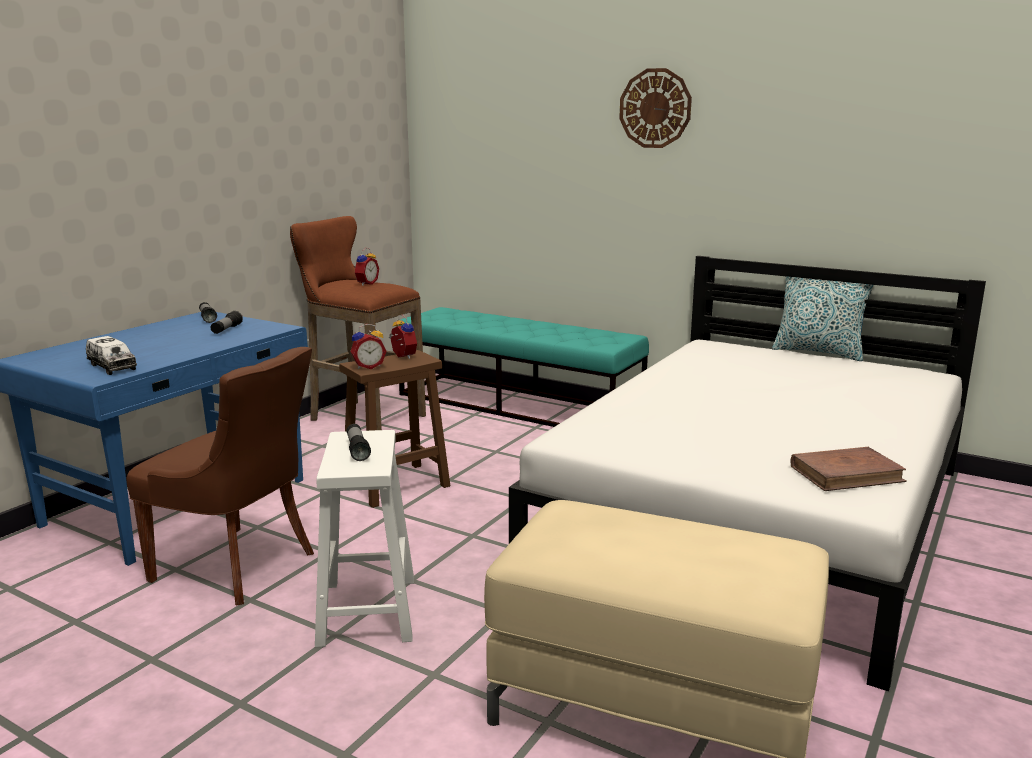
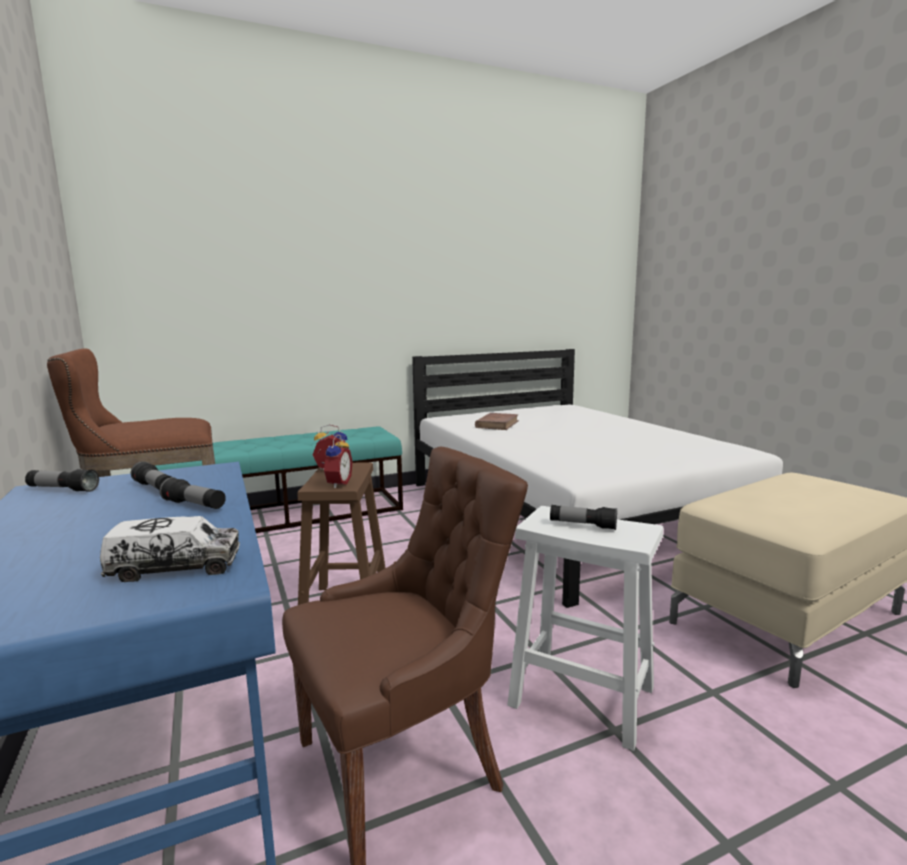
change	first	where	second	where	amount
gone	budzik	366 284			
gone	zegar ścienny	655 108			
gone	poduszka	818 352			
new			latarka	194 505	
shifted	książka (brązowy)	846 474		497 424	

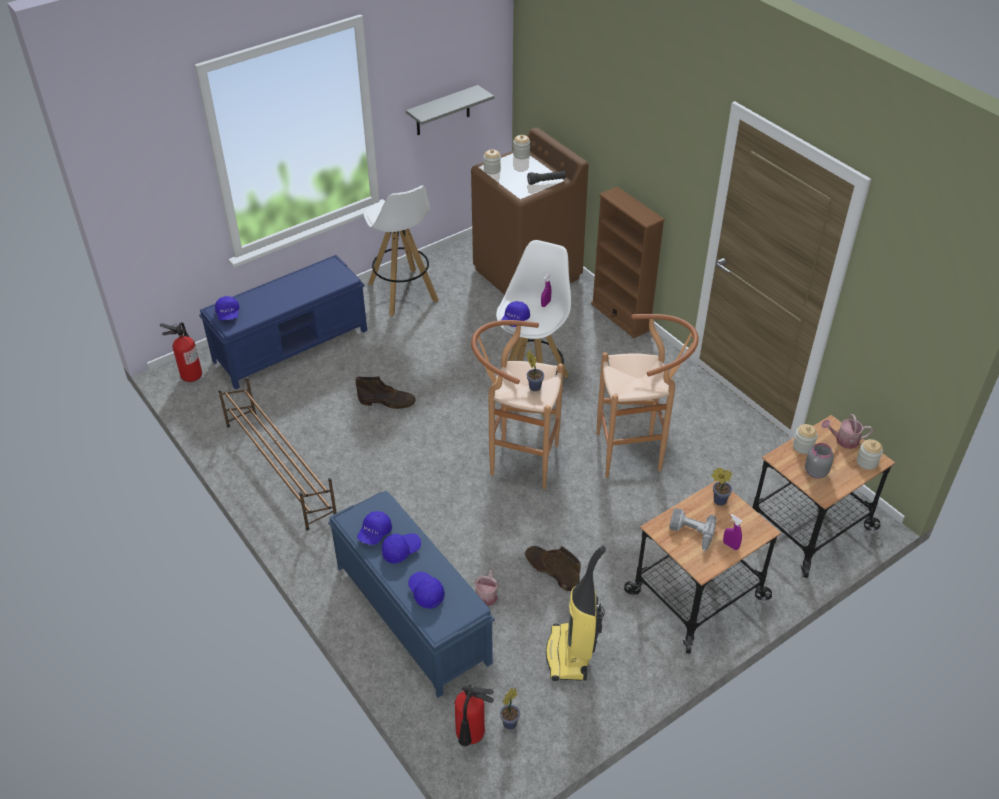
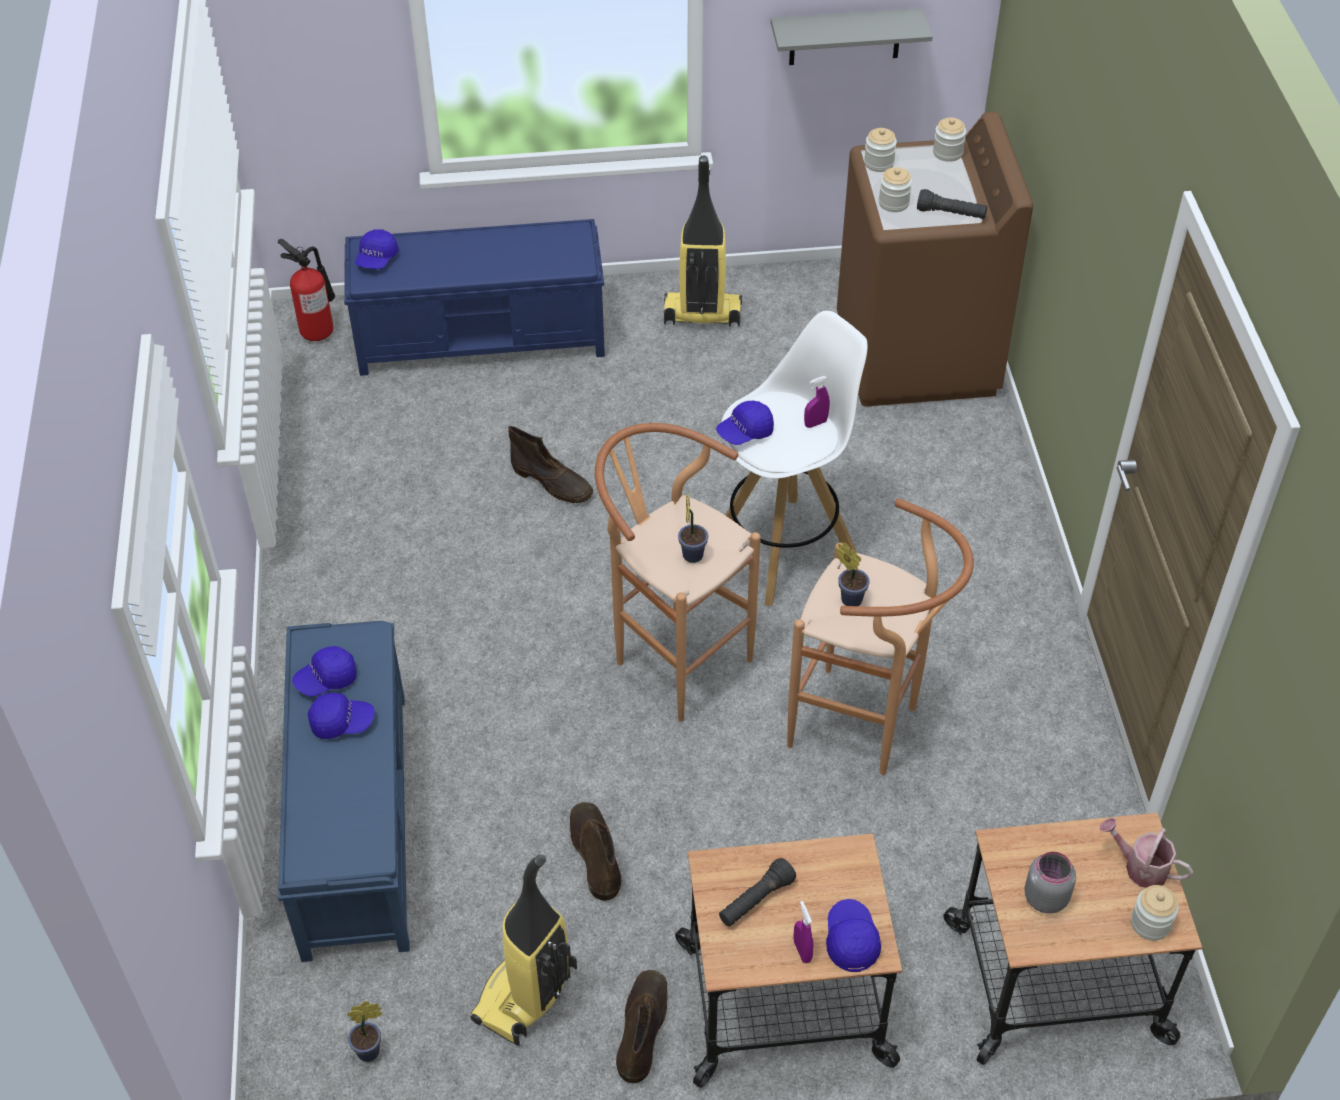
change	first	where	second	where	amount
gone	regał na buty (brązowy)	279 467			
gone	gaśnica	470 738			
gone	konewka	485 600			
gone	regał (brązowy)	620 316			
new			but z cholewką (brązowy)	642 1028	
shifted	czapka z daszkiem (niebieski)	426 593		851 940	
shifted	roślina doniczkowa	718 500		849 598	
shifted	słoik	803 446		893 203	
swapped	stołek (biały)	403 292	odkurzacz	701 314	
swapped	wiertarka	691 533	latarka (czarny)	756 901	

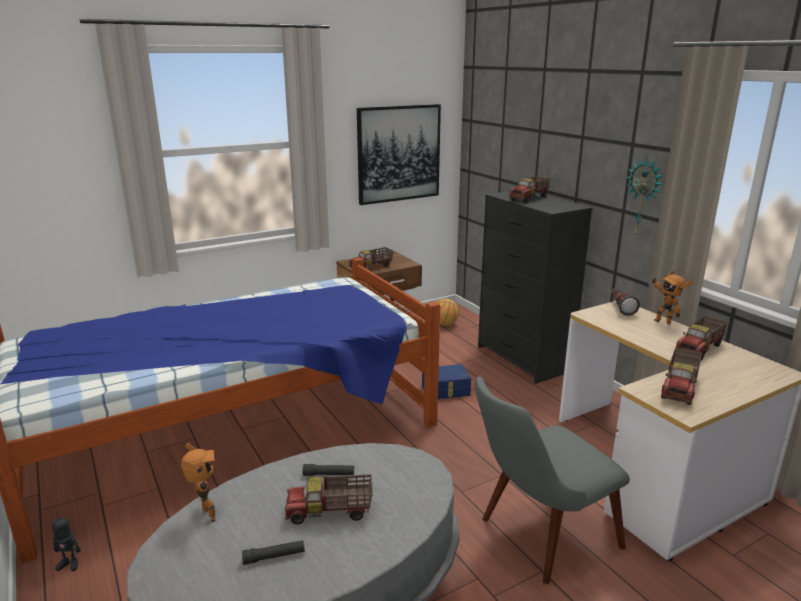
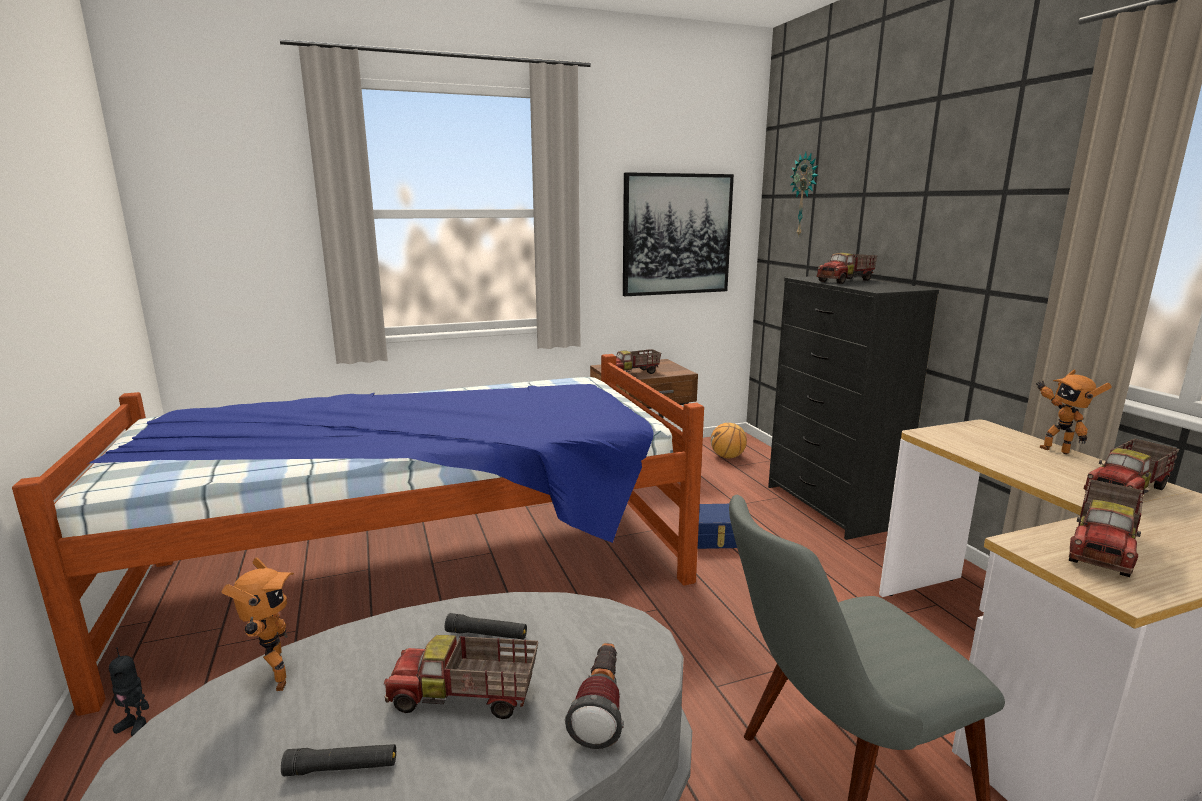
change	first	where	second	where	amount
shifted	latarka	620 308		601 708	
shifted	zegar ścienny	643 198		805 195	

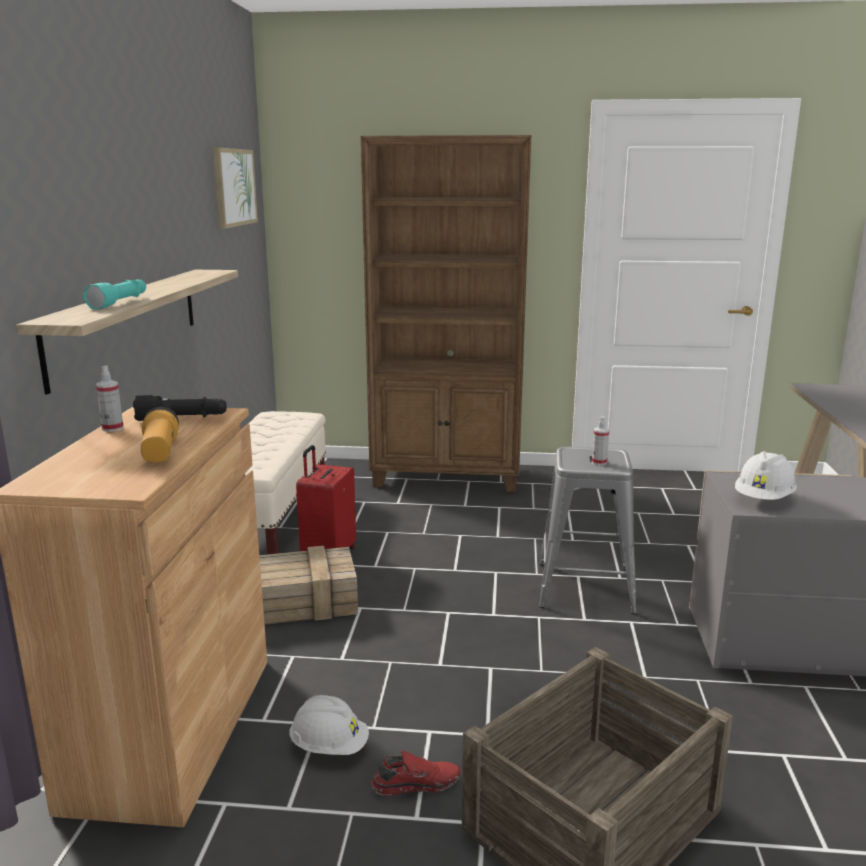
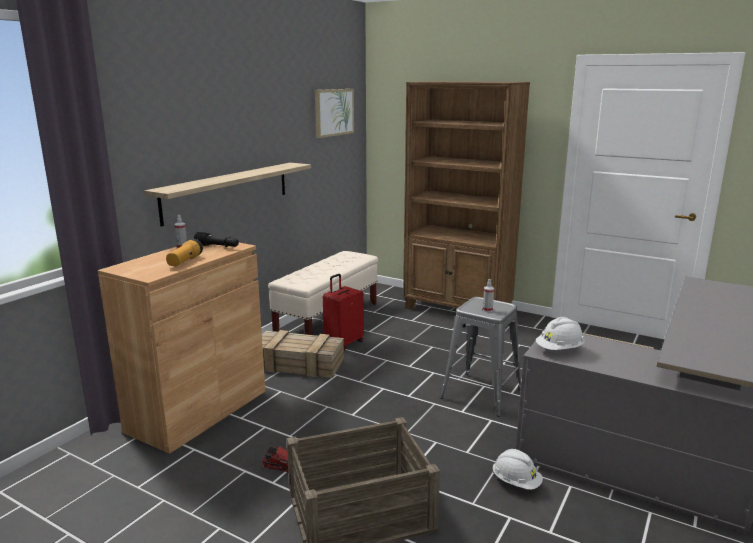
change	first	where	second	where	amount
gone	latarka (turkusowy)	120 303			
shifted	kask (biały)	329 746		516 482	

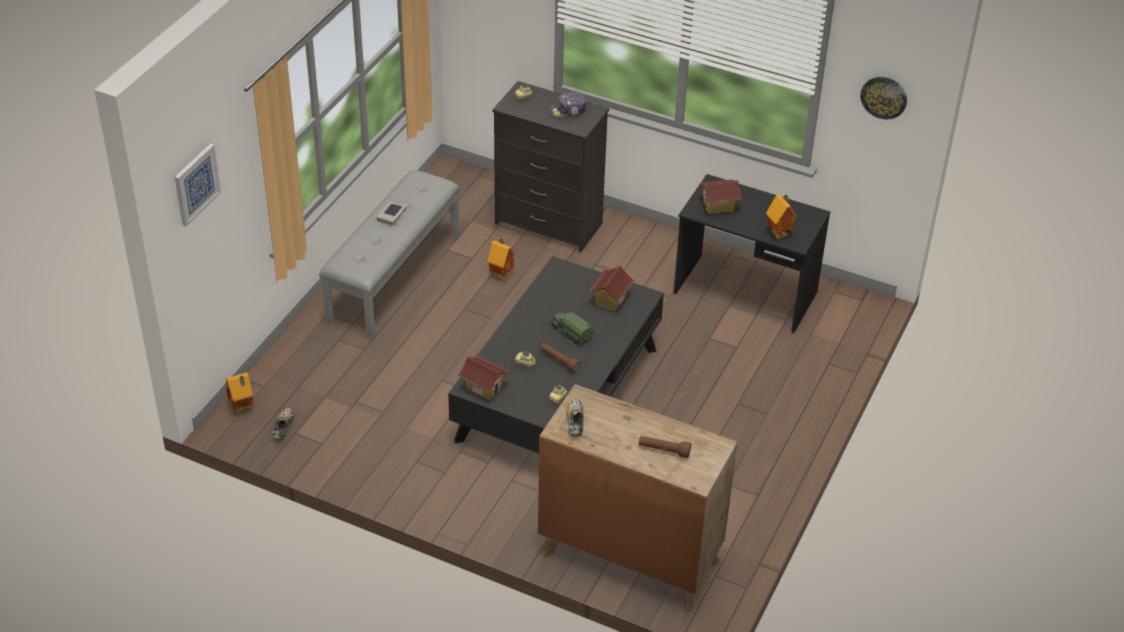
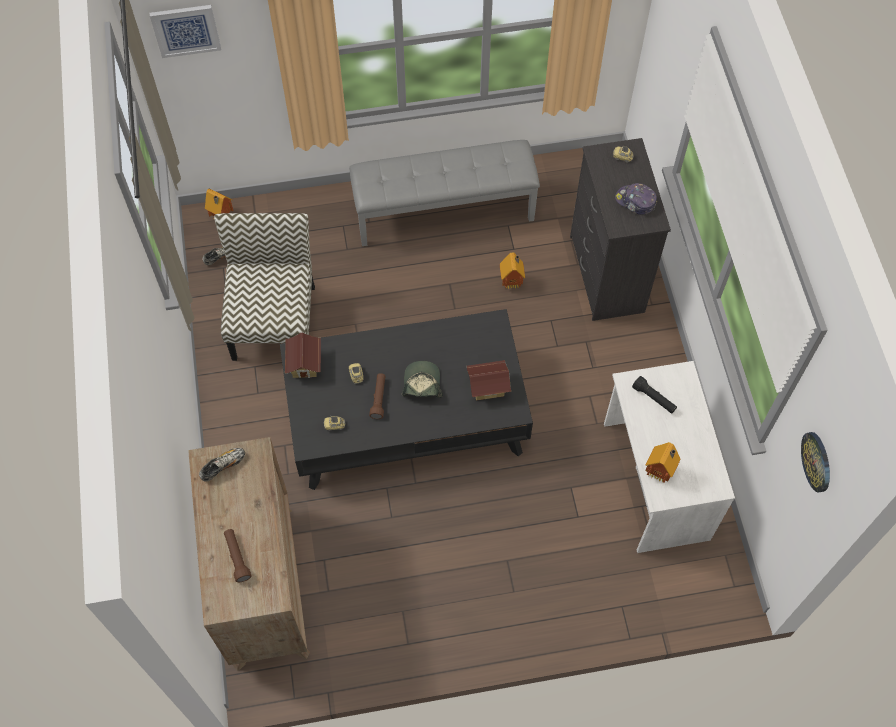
change	first	where	second	where	amount
gone	książka	391 215			
new			krzesło	273 320	
swapped	ciężarówka zabawkowa	571 332	czapka z daszkiem	422 384	
swapped	domek	718 206	latarka (czarny)	654 398	
repainted	biurko (czarny)	745 294	biurko (biały)	654 481	

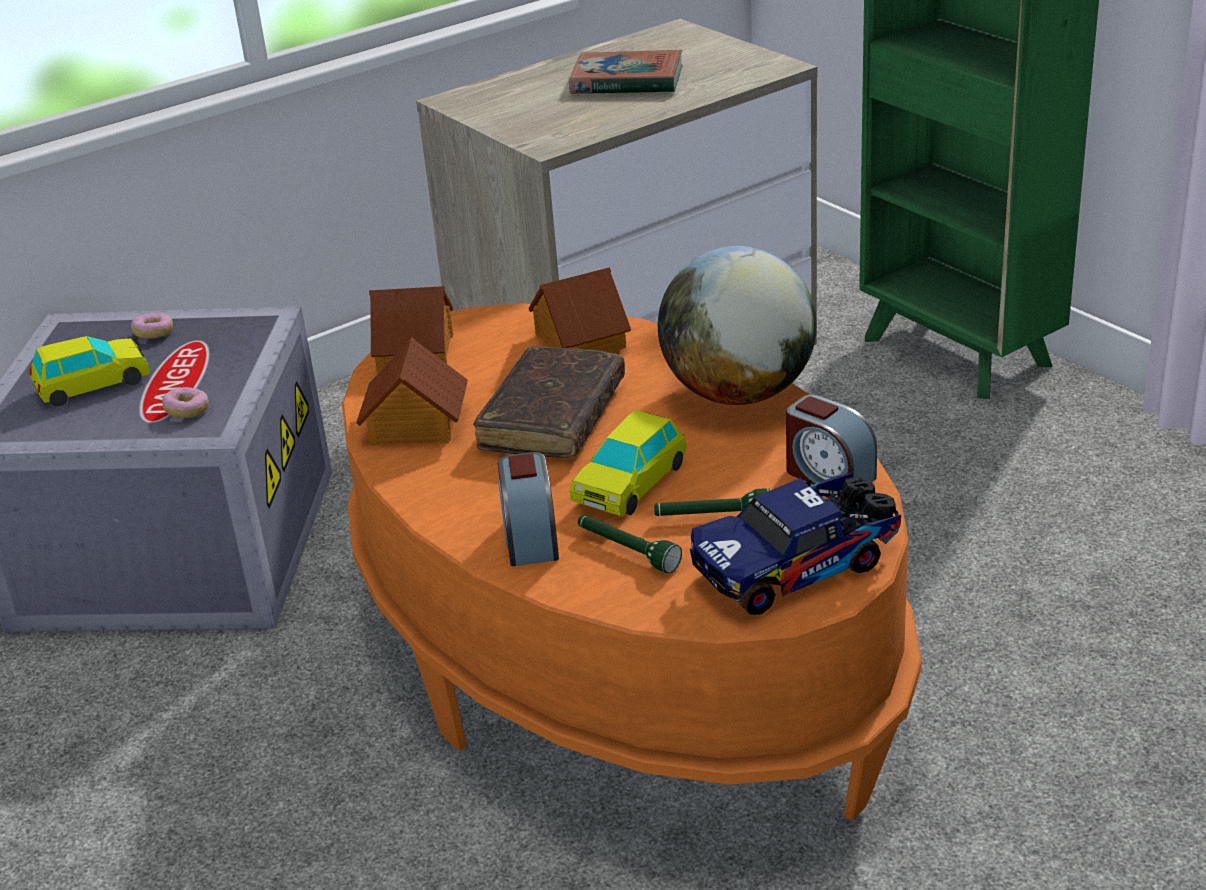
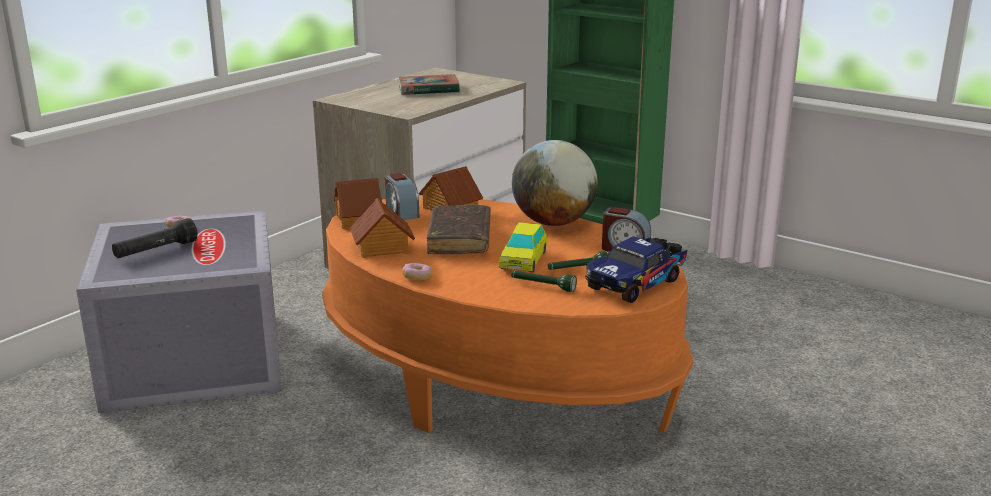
change	first	where	second	where	amount
shifted	donut	187 411		417 278	
shifted	budzik	530 538		401 213	
swapped	samochodzik	93 384	latarka (czarny)	156 251	

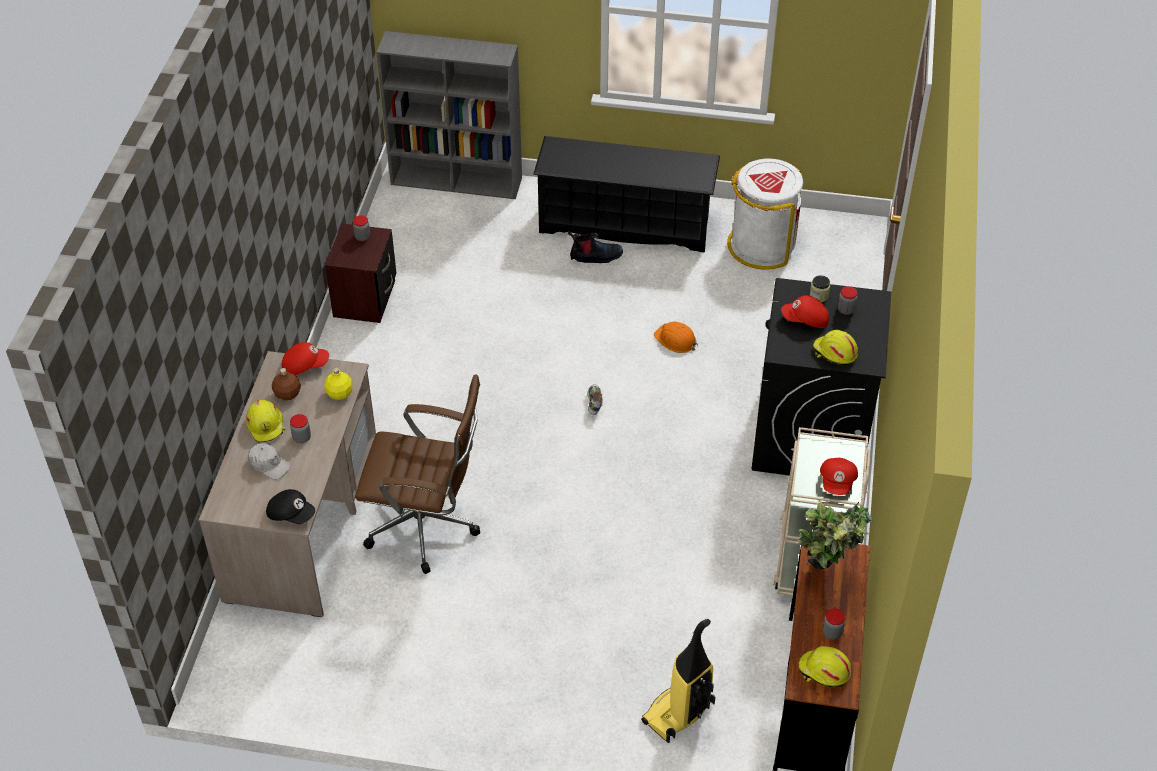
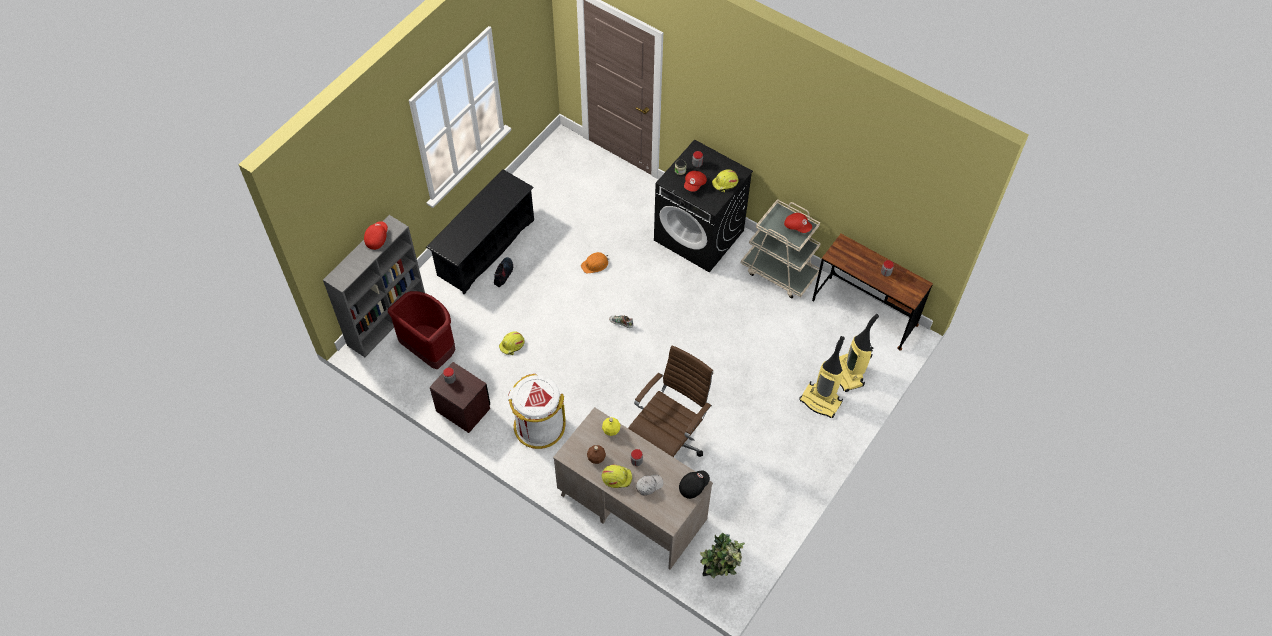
change	first	where	second	where	amount
new			kosz na śmieci (czerwony)	430 350	
new			odkurzacz	821 401	
shifted	czapka z daszkiem (czerwony)	305 365		377 238	
shifted	kosz na śmieci (biały)	762 245		539 426	
shifted	roślina doniczkowa	826 580		718 573	
shifted	kask (żółty)	824 671		512 345	

